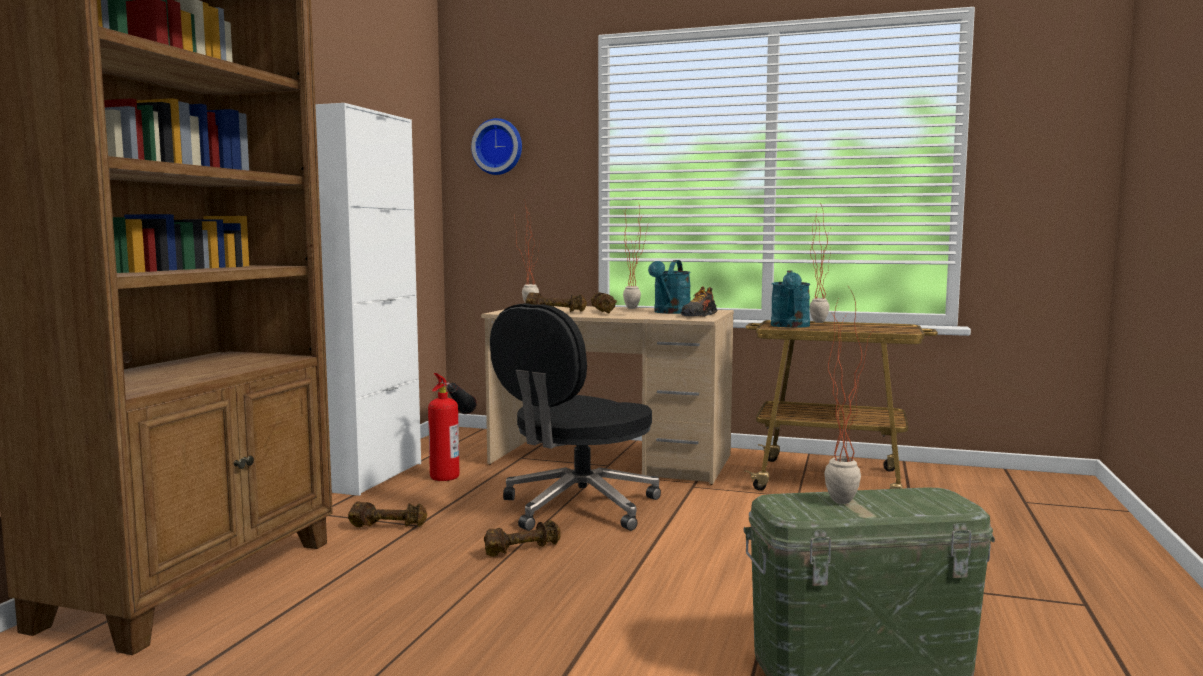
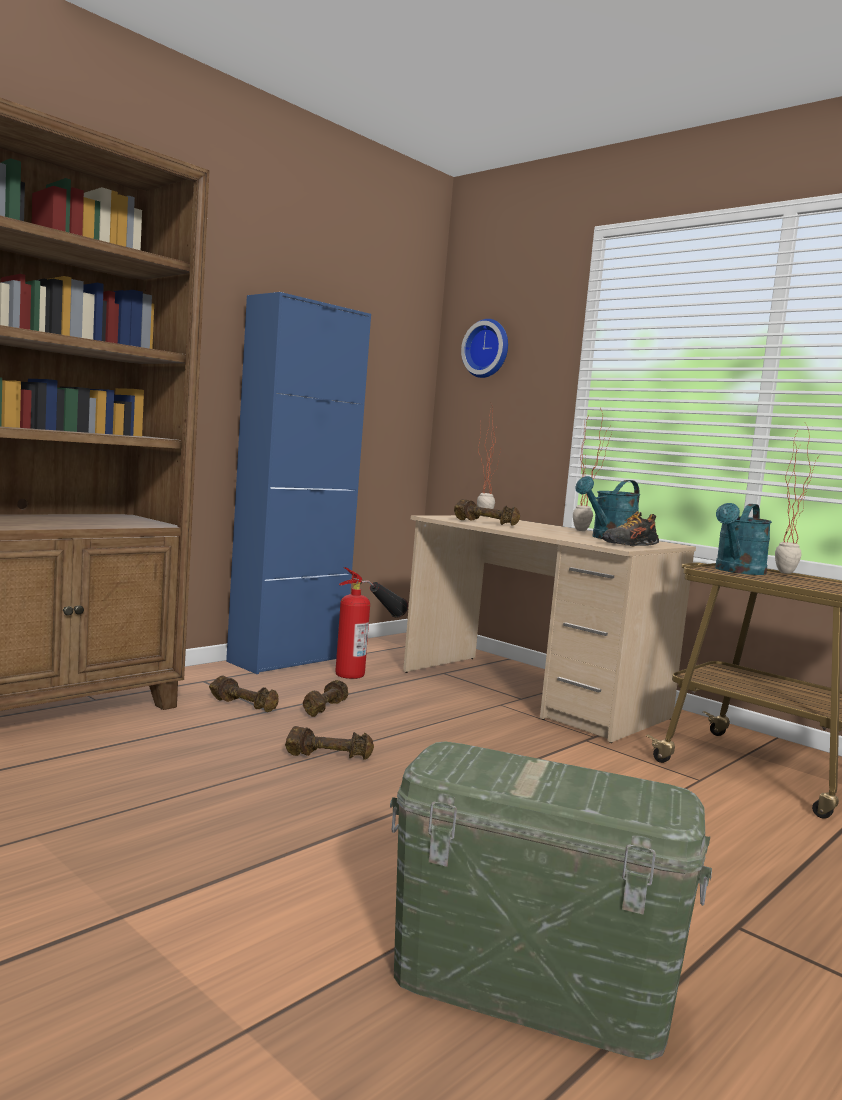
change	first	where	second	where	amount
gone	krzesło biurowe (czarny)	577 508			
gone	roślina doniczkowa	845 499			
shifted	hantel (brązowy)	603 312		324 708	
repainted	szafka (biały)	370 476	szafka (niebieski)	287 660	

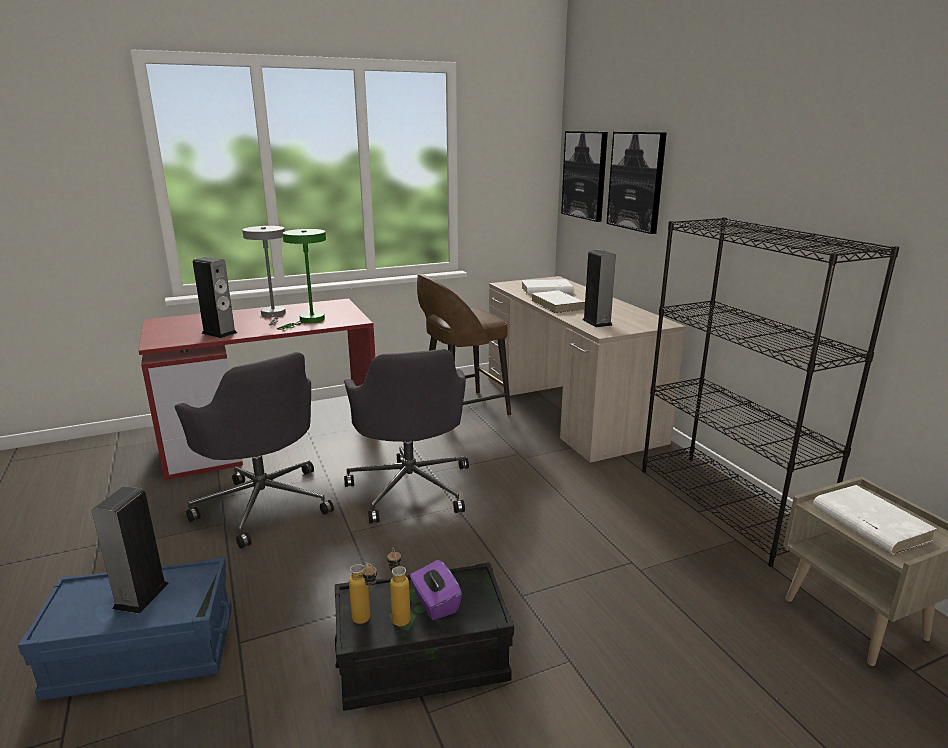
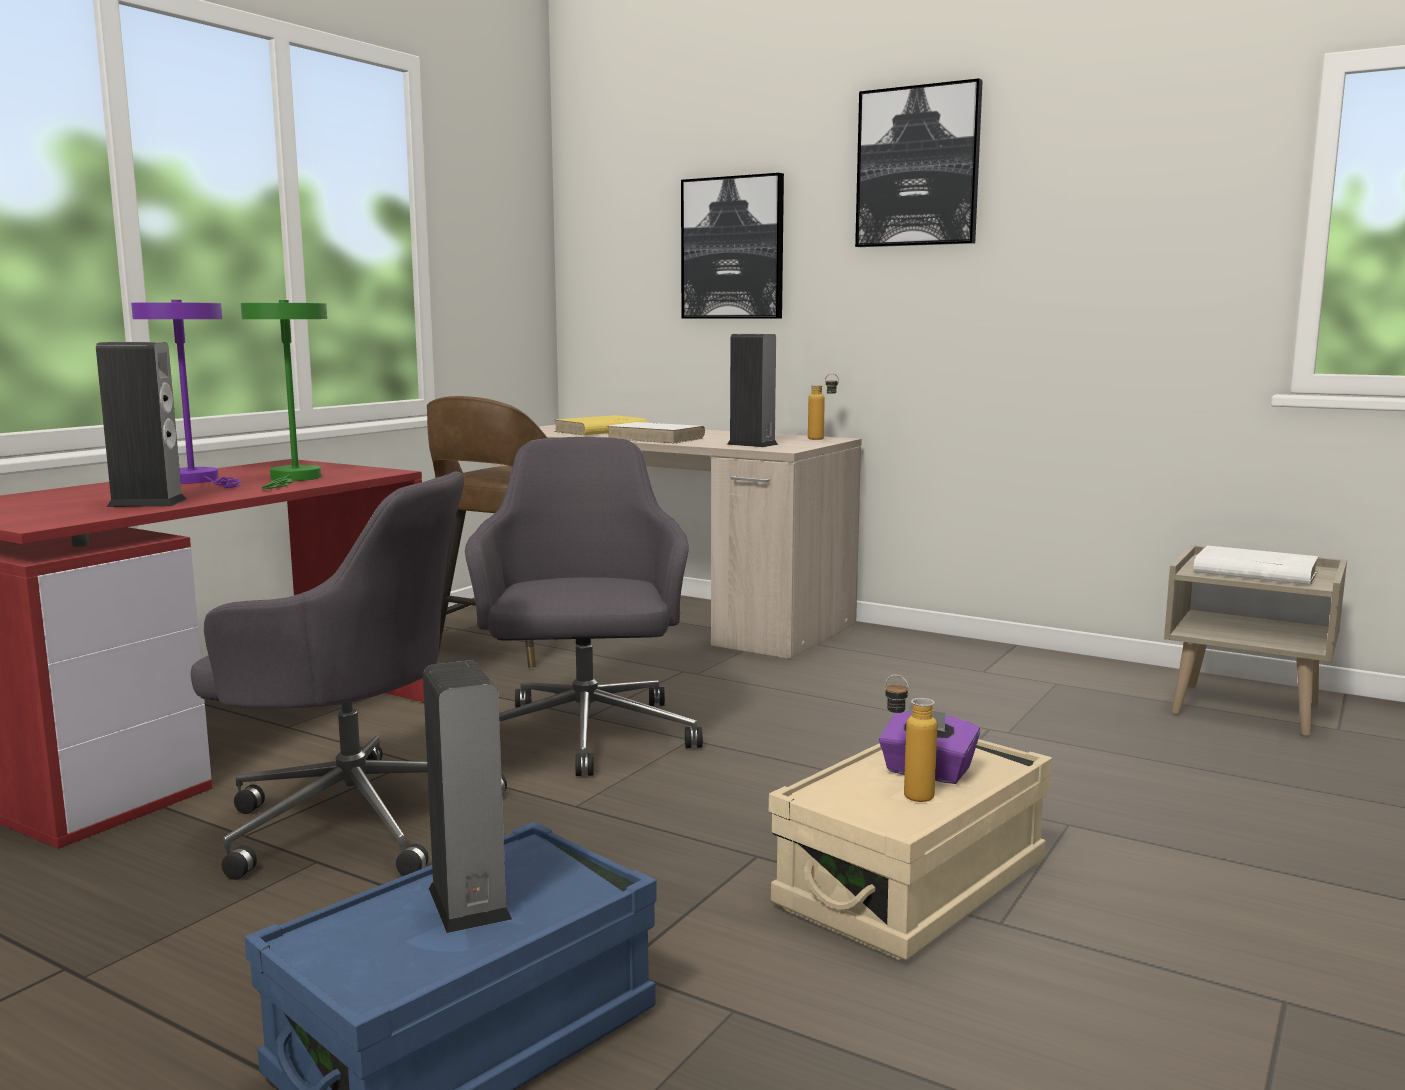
change	first	where	second	where	amount
gone	regał (czarny)	726 506			
shifted	butelka	366 621		822 439	
shifted	obraz	585 175		918 167	
repainted	lampa stołowa (szary)	274 315	lampa stołowa (fioletowy)	198 481	
repainted	pojemnik do przechowywania (czarny)	422 661	pojemnik do przechowywania (beżowy)	912 885	
repainted	książka (biały)	546 290	książka (żółty)	600 431	
rotated	krzesło biurowe (szary)	411 487		583 738	135 degrees counterclockwise

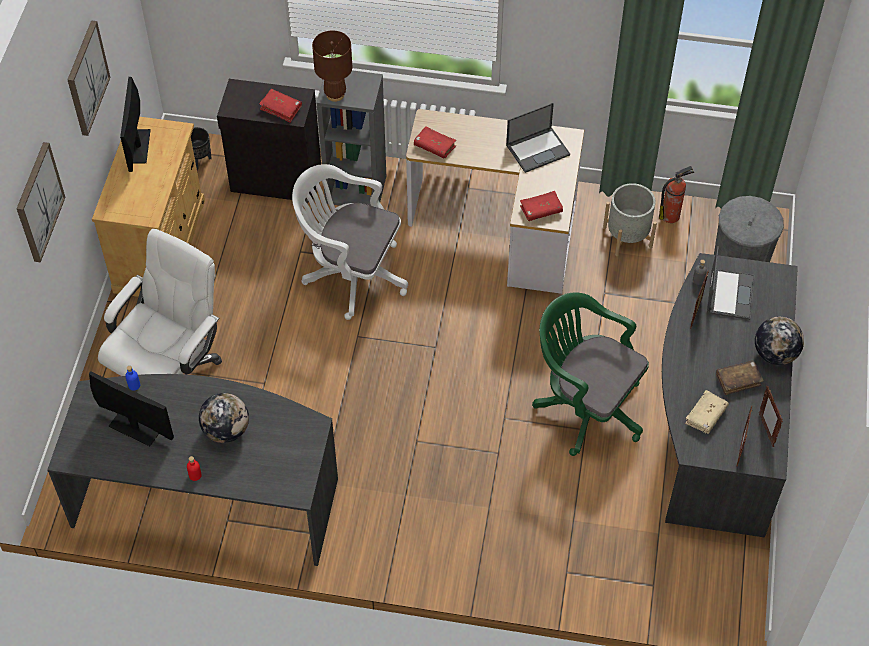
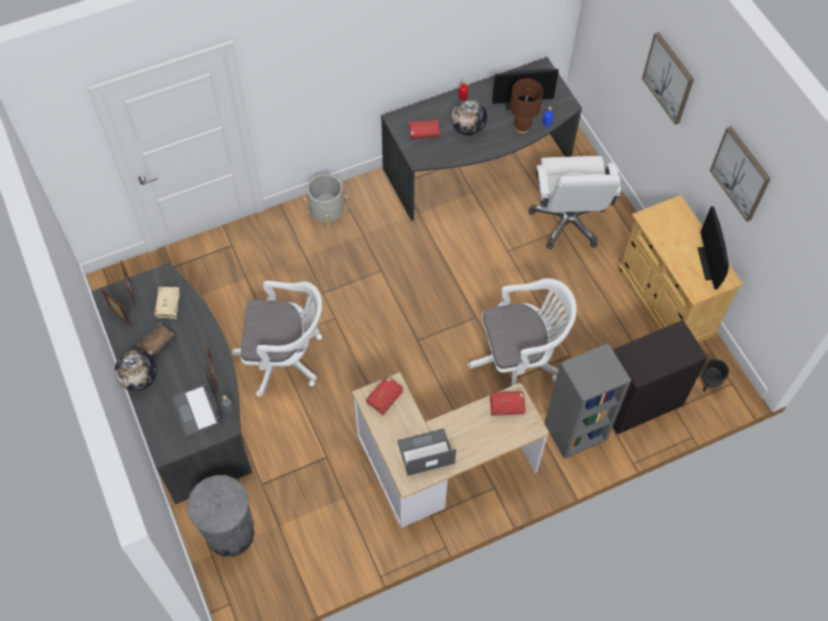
change	first	where	second	where	amount
gone	gaśnica	671 215			
shifted	książka (czerwony)	281 108		424 132	
shifted	lampa stołowa (brązowy)	335 95		522 127	
shifted	donica (szary)	627 237		327 215	
repainted	krzesło biurowe (zielony)	585 406	krzesło biurowe (biały)	285 358	
rotated	monitor	138 146		709 263	150 degrees counterclockwise
rotated	laptop	538 149		425 453	45 degrees clockwise

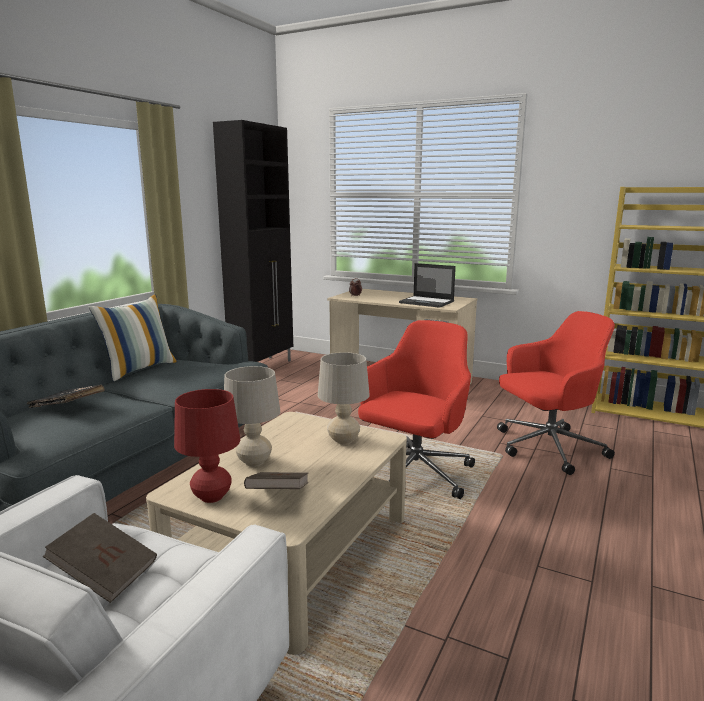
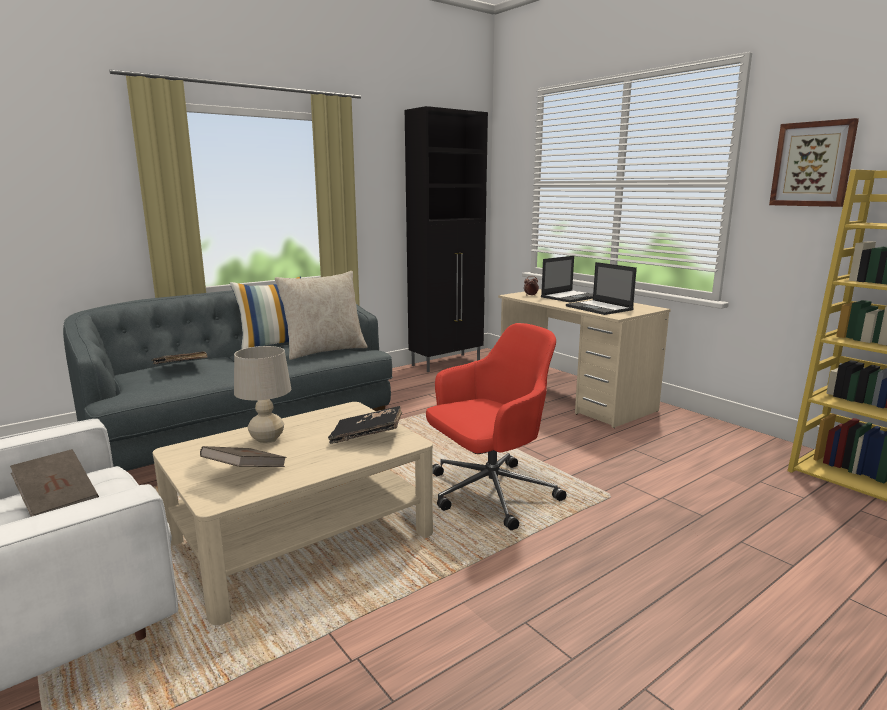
change	first	where	second	where	amount
gone	lampa stołowa (czerwony)	211 497			
gone	krzesło biurowe (czerwony)	547 448			
new			poduszka (beżowy)	324 351	
new			laptop	570 297	
new			obraz	812 164	
swapped	lampa stołowa (beżowy)	343 440	książka (czarny)	367 436	

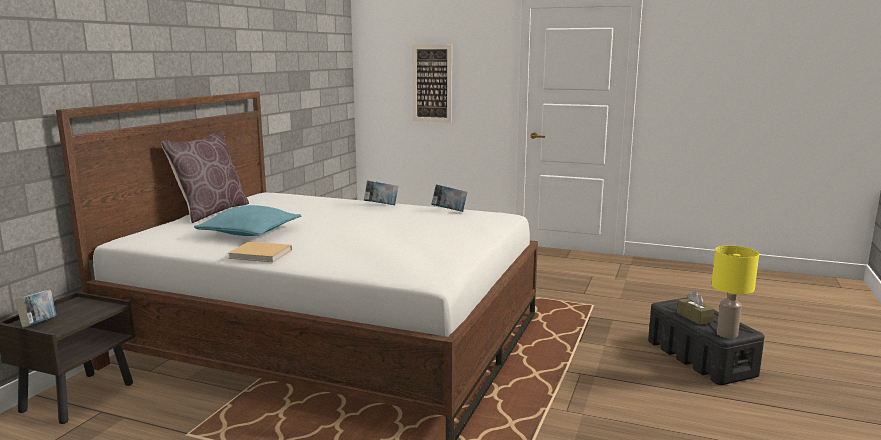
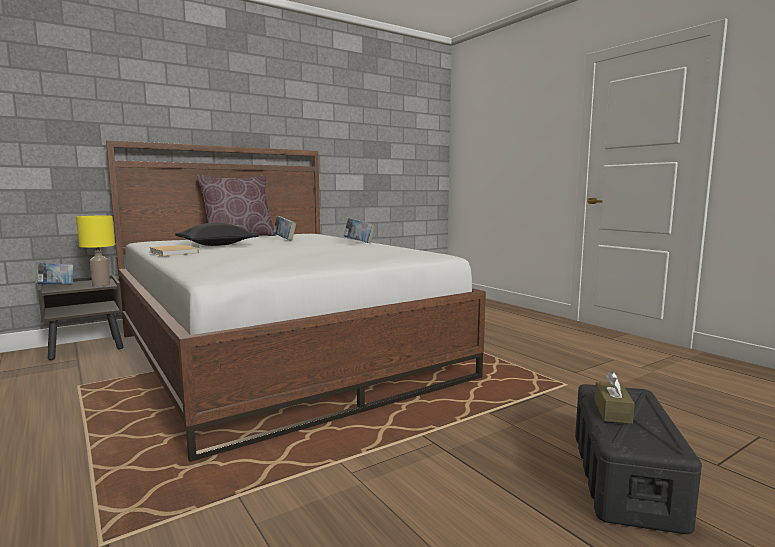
change	first	where	second	where	amount
gone	obraz	432 83			
shifted	książka	449 211		284 239	
shifted	lampa stołowa (żółty)	727 334		101 285	
repainted	poduszka (turkusowy)	250 233	poduszka (czarny)	216 245	

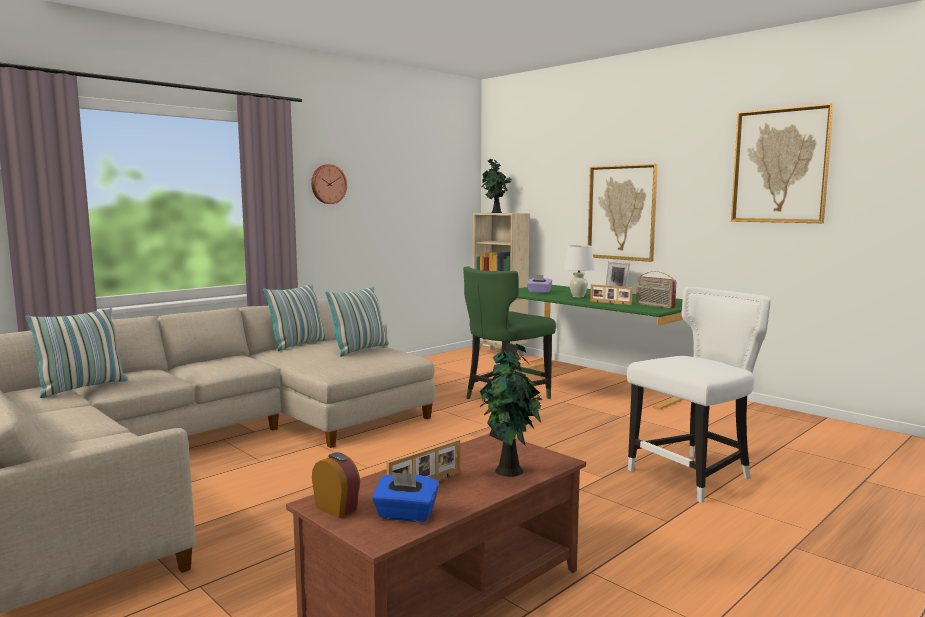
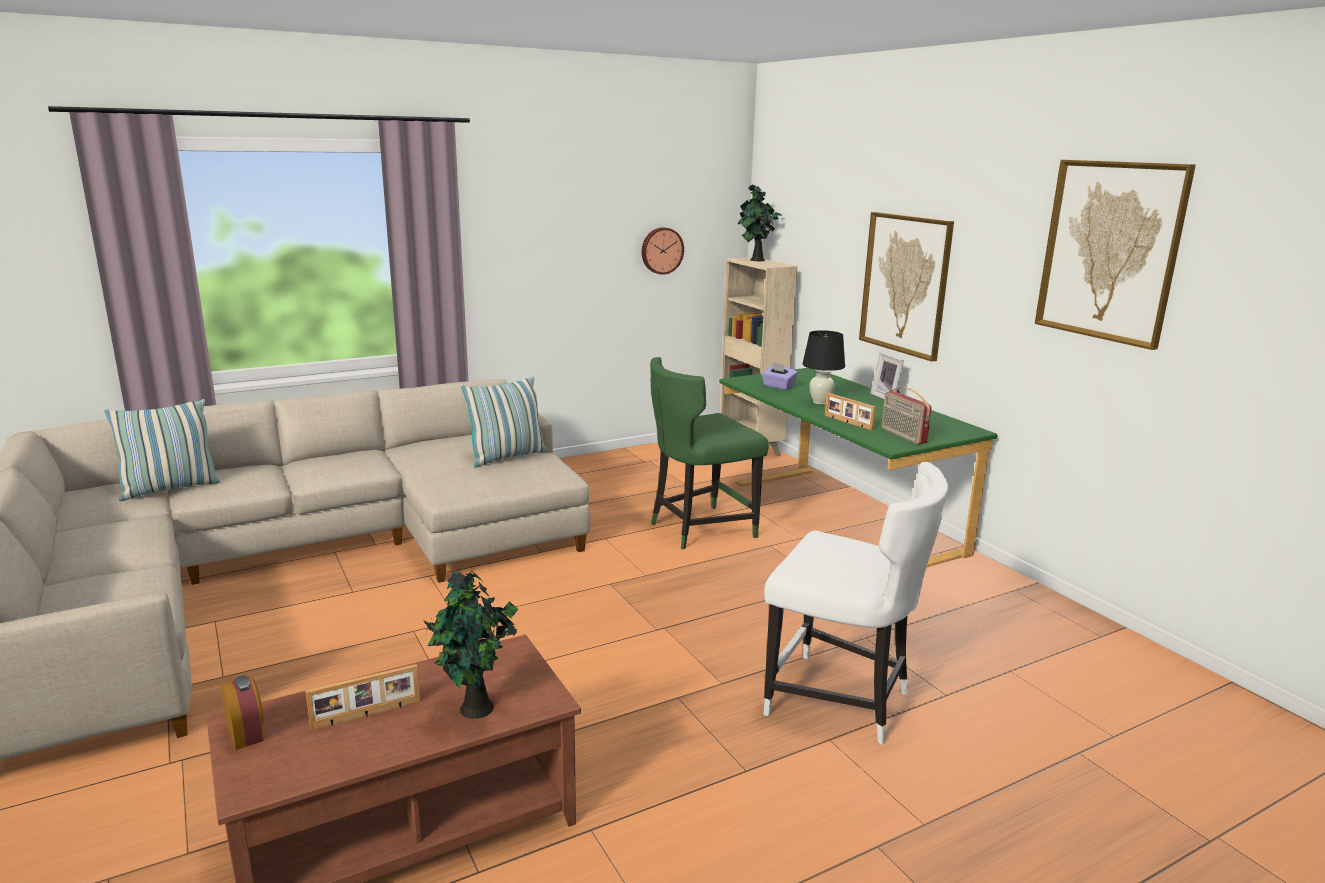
change	first	where	second	where	amount
gone	poduszka	298 345			
gone	pudełko chusteczek (niebieski)	406 515			
shifted	zegar ścienny	328 184		661 250	
repainted	lampa stołowa (biały)	578 296	lampa stołowa (czarny)	820 402	
rotated	krzesło (biały)	693 475		841 701	45 degrees clockwise

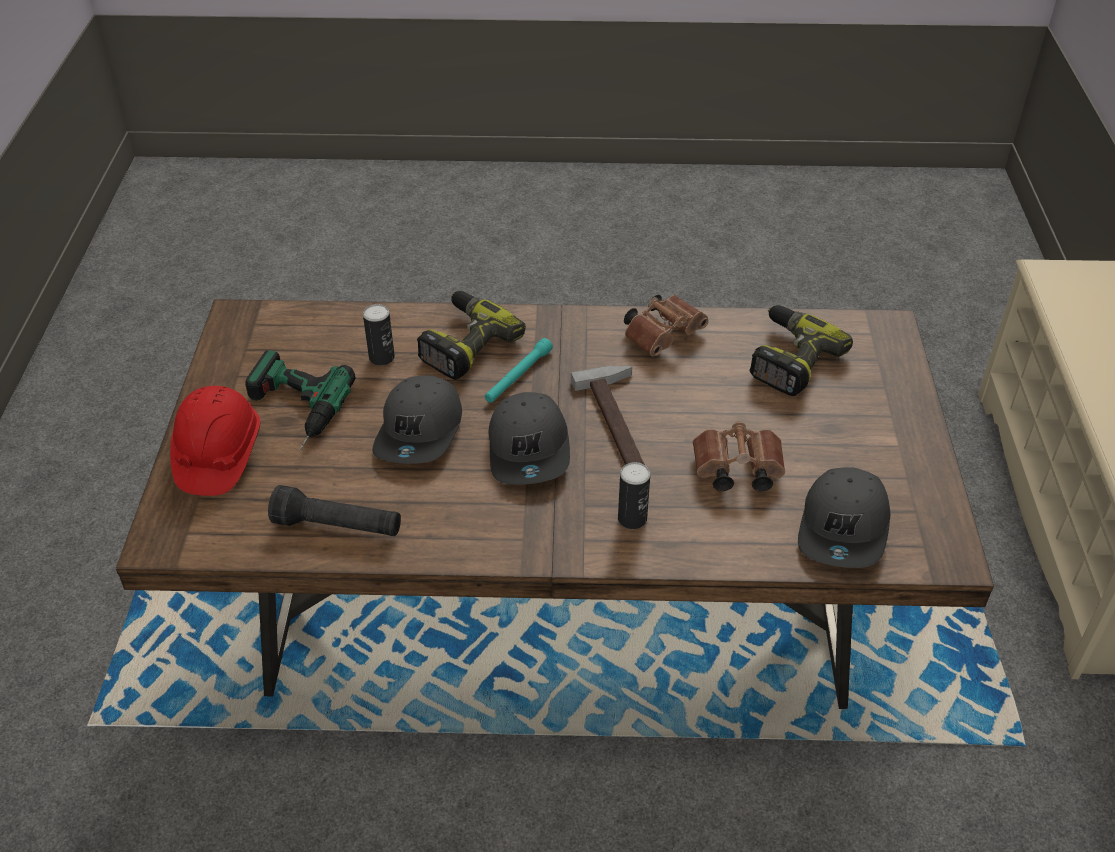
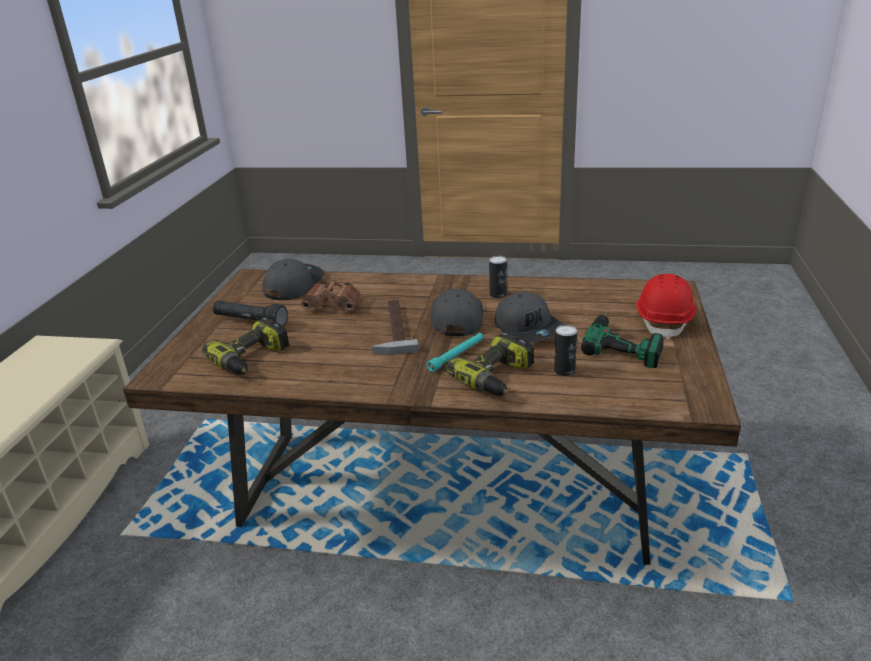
change	first	where	second	where	amount
gone	lornetka (brązowy)	664 334			
shifted	latarka (czarny)	338 527		250 322	
shifted	puszka	632 519		498 295	
rotated	czapka z daszkiem (szary)	420 432		528 328	135 degrees clockwise

